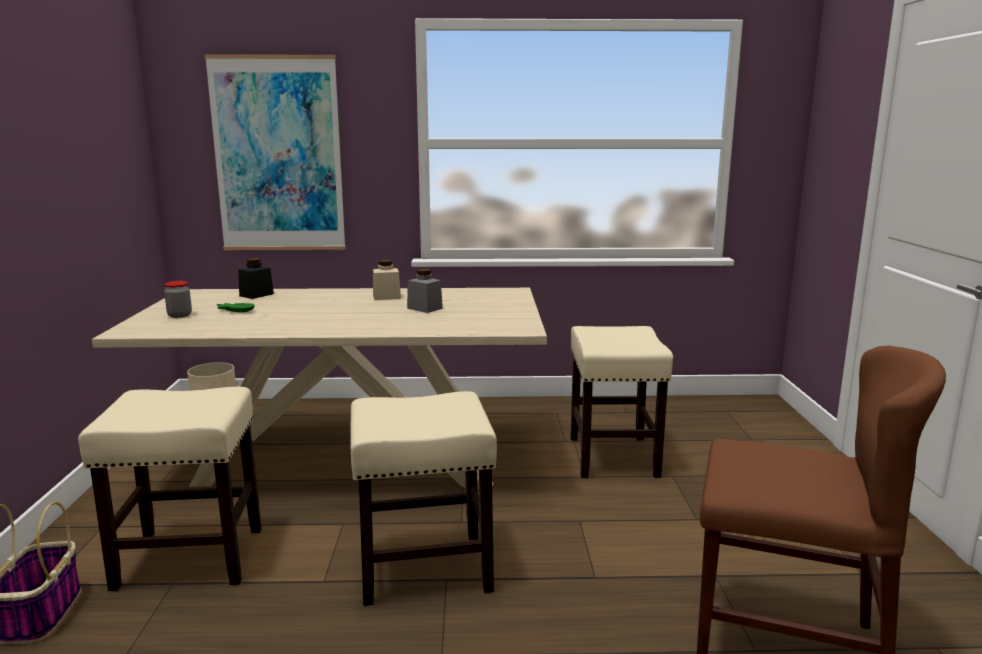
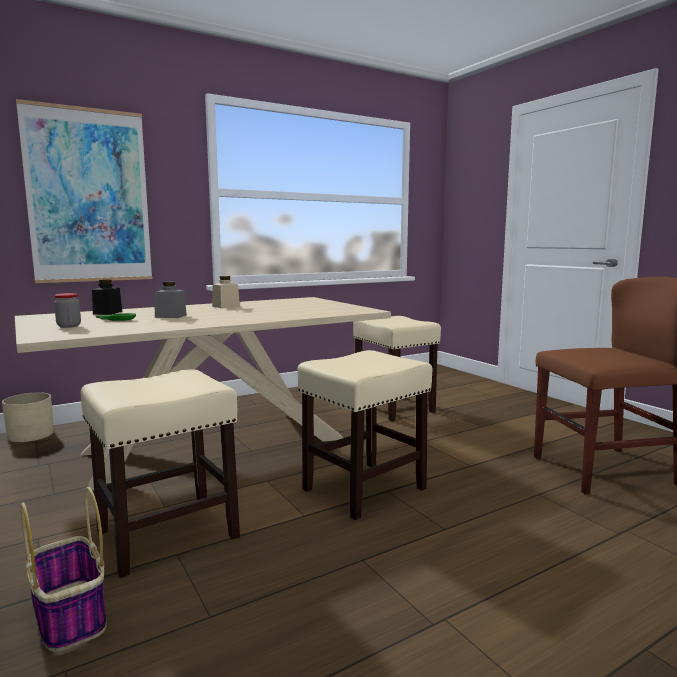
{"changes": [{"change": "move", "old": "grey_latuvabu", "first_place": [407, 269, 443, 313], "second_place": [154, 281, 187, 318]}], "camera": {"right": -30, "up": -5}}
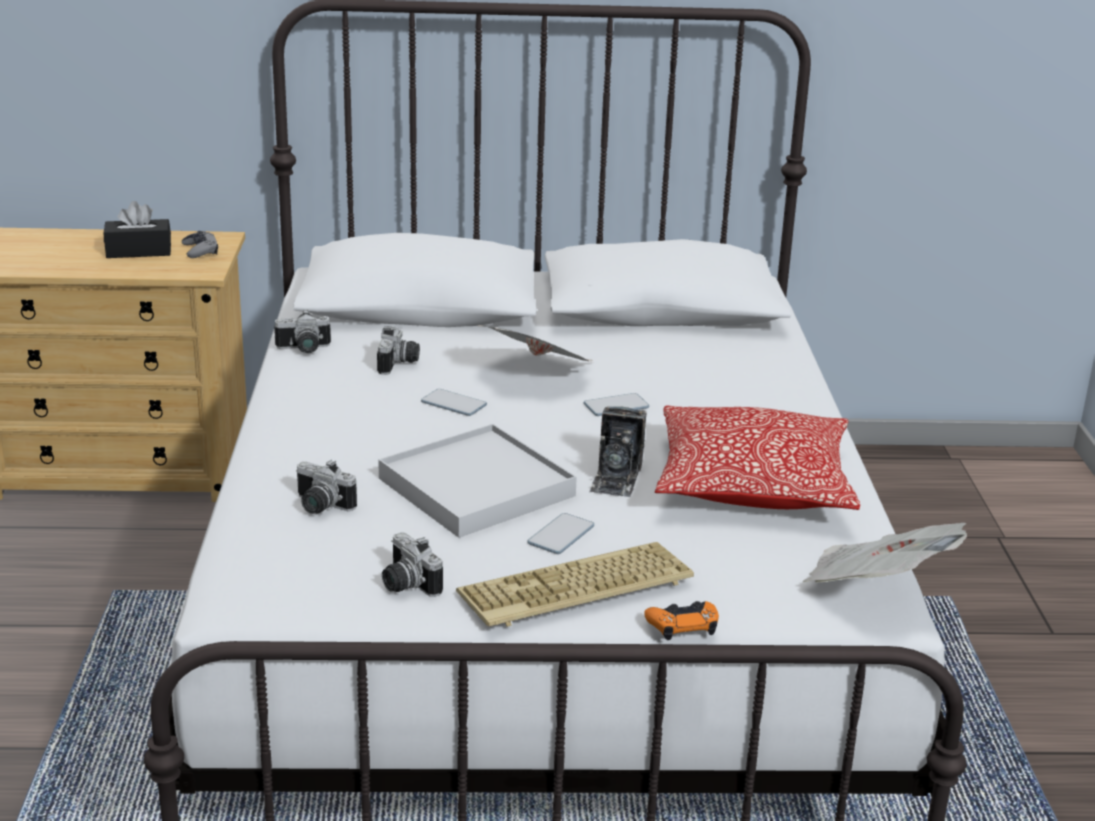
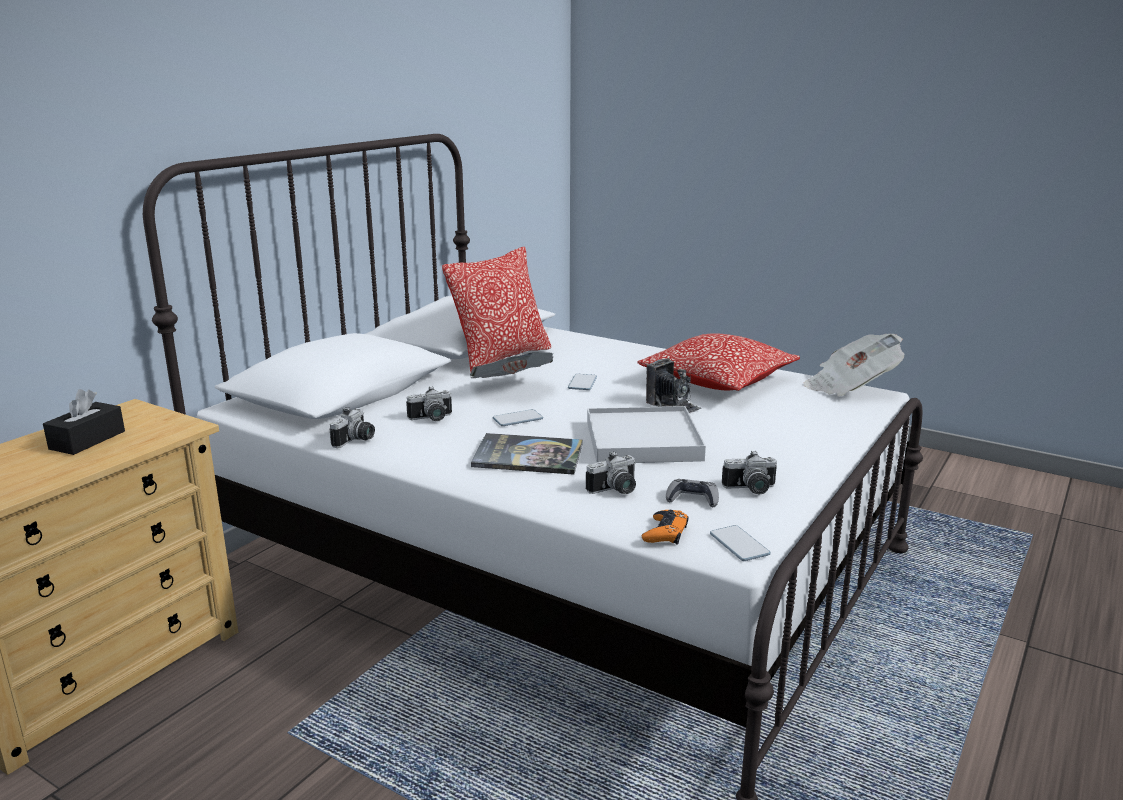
{"changes": [{"change": "move", "old": "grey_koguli", "first_place": [182, 231, 218, 258], "second_place": [666, 479, 719, 507]}, {"change": "rotate", "old": "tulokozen", "first_place": [377, 326, 420, 375], "second_place": [406, 386, 452, 421], "degrees": 120}, {"change": "delete", "old": "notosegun", "first_place": [456, 542, 694, 627]}, {"change": "move", "old": "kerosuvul", "first_place": [527, 513, 594, 554], "second_place": [710, 525, 771, 561]}, {"change": "move", "old": "orange_koguli", "first_place": [644, 601, 719, 640], "second_place": [642, 510, 689, 544]}, {"change": "insert", "new": "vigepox", "second_place": [442, 247, 551, 372]}, {"change": "insert", "new": "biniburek", "second_place": [471, 433, 583, 475]}], "camera": {"right": -55, "up": -5}}
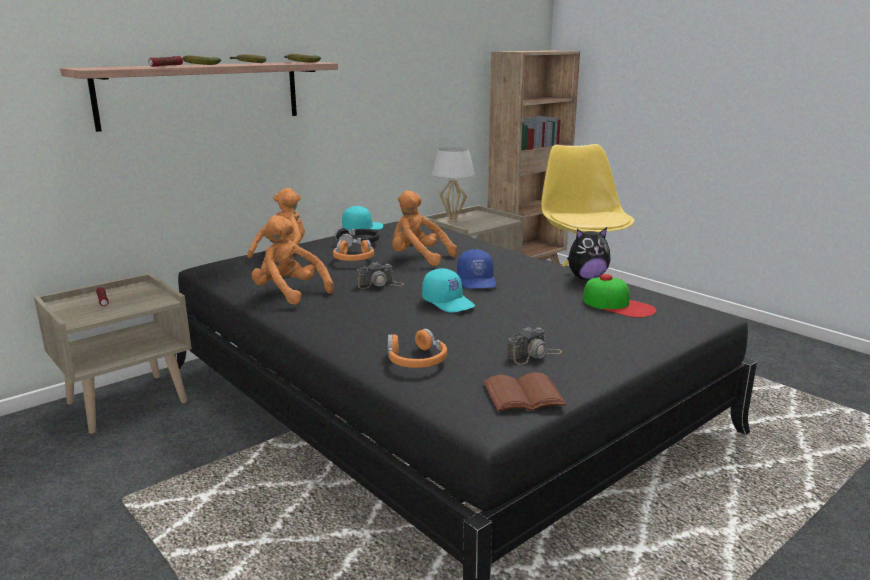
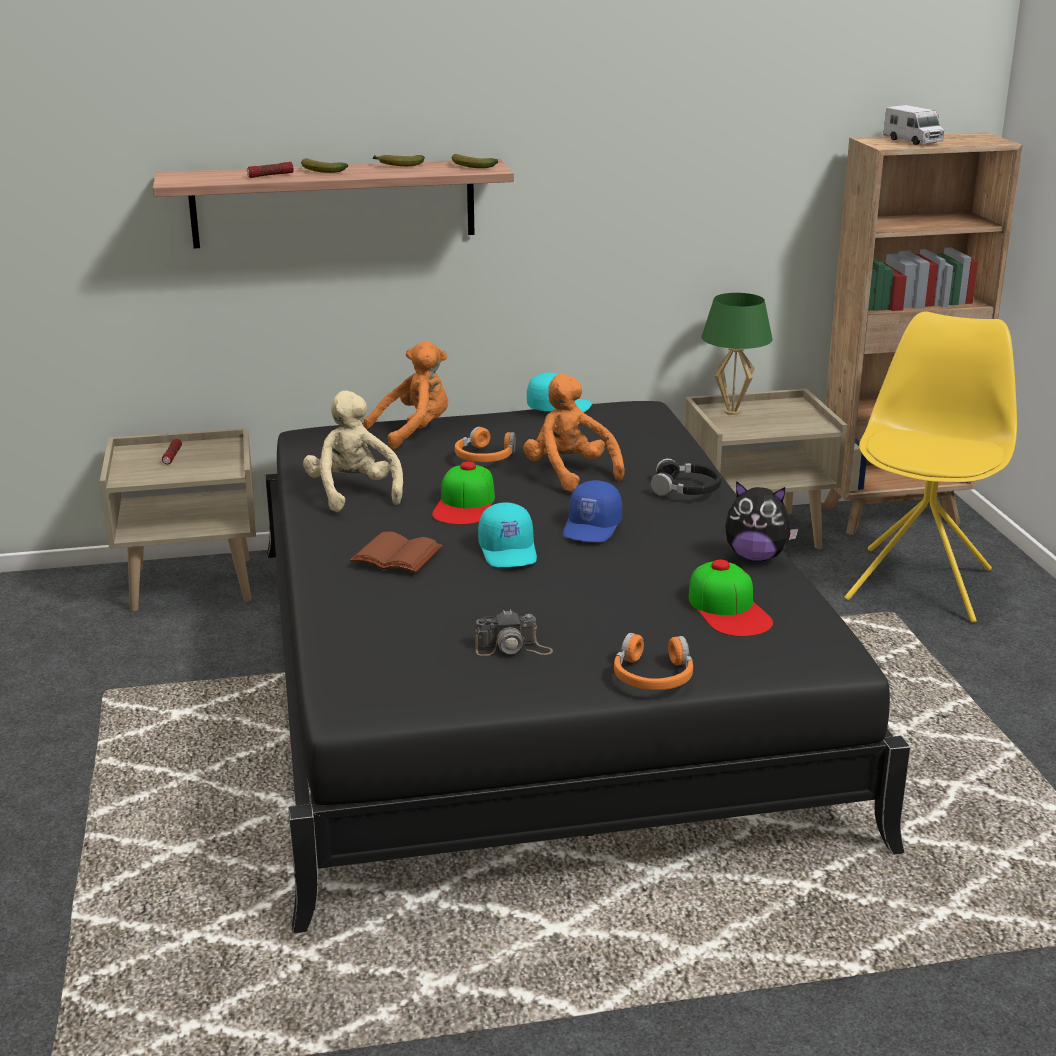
{"changes": [{"change": "recolor", "old": "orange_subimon", "new": "beige_subimon", "first_place": [251, 215, 334, 305], "second_place": [303, 391, 403, 512]}, {"change": "move", "old": "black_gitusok", "first_place": [335, 227, 379, 248], "second_place": [651, 458, 721, 496]}, {"change": "replace", "old": "tulokozen", "new": "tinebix", "first_place": [357, 262, 404, 289], "second_place": [432, 462, 495, 525]}, {"change": "move", "old": "orange_gitusok", "first_place": [388, 329, 447, 368], "second_place": [614, 633, 693, 690]}, {"change": "recolor", "old": "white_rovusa", "new": "green_rovusa", "first_place": [432, 147, 475, 222], "second_place": [701, 293, 773, 415]}, {"change": "move", "old": "brown_biniburek", "first_place": [483, 372, 567, 411], "second_place": [350, 531, 442, 573]}, {"change": "insert", "new": "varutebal", "second_place": [883, 105, 944, 145]}], "camera": {"right": 30, "up": 5}}
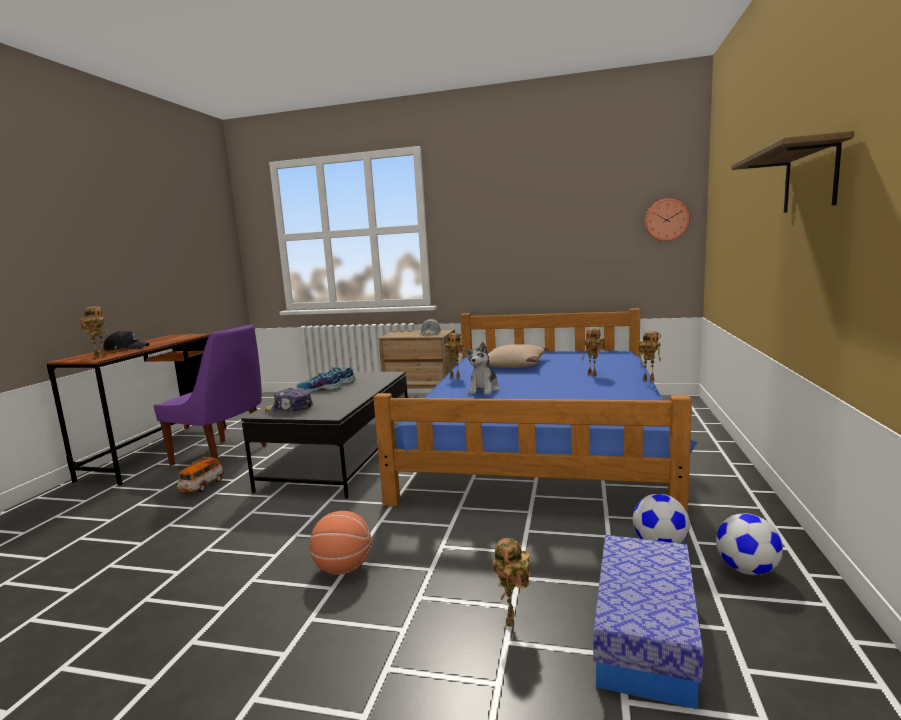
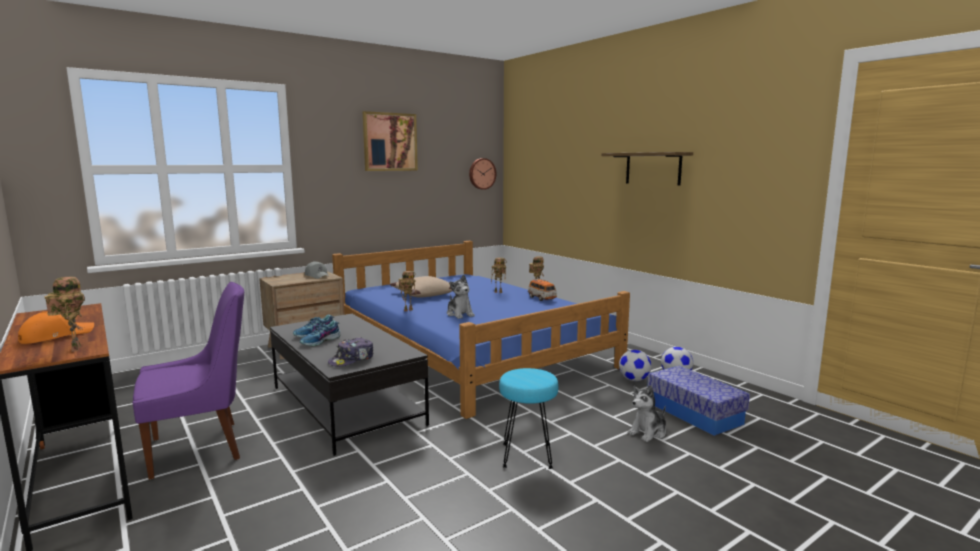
{"changes": [{"change": "recolor", "old": "black_tinebix", "new": "orange_tinebix", "first_place": [103, 331, 149, 351], "second_place": [18, 311, 94, 344]}, {"change": "move", "old": "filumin", "first_place": [177, 457, 224, 492], "second_place": [528, 279, 557, 301]}, {"change": "replace", "old": "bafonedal", "new": "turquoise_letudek", "first_place": [310, 511, 371, 575], "second_place": [499, 368, 559, 469]}, {"change": "replace", "old": "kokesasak", "new": "subimon", "first_place": [492, 538, 530, 627], "second_place": [628, 385, 666, 442]}, {"change": "insert", "new": "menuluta", "second_place": [363, 111, 418, 171]}], "camera": {"right": -50, "up": 0}}
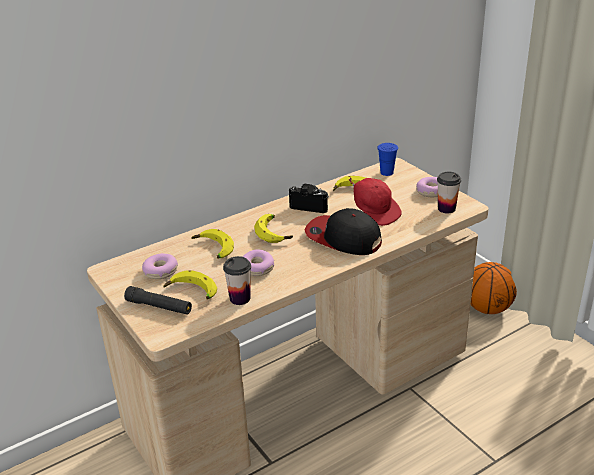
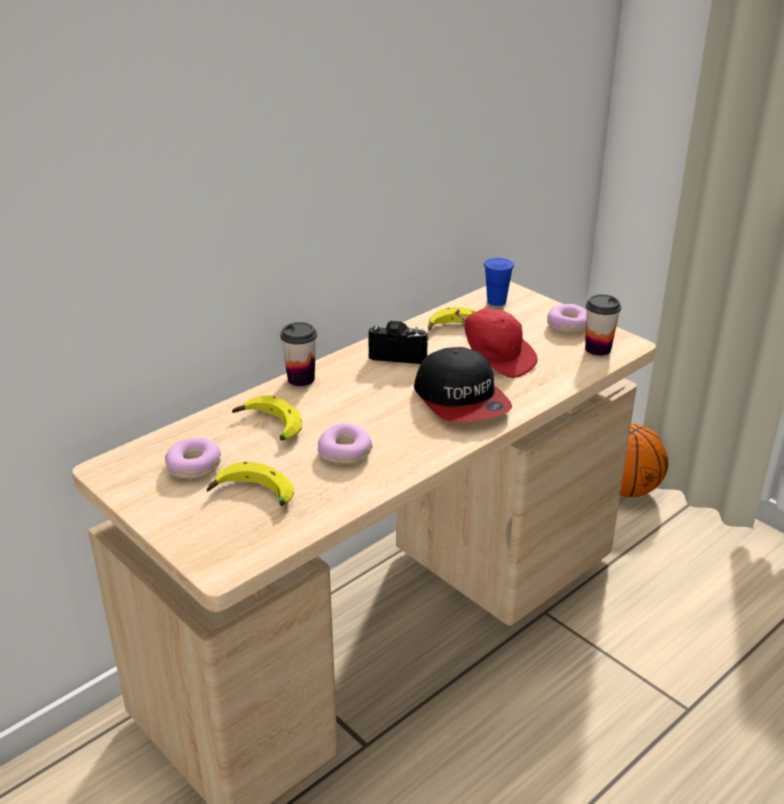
{"changes": [{"change": "delete", "old": "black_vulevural", "first_place": [124, 286, 192, 315]}, {"change": "move", "old": "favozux", "first_place": [223, 256, 251, 305], "second_place": [280, 322, 317, 386]}, {"change": "delete", "old": "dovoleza", "first_place": [254, 214, 293, 243]}, {"change": "rotate", "old": "tinebix", "first_place": [305, 208, 382, 255], "second_place": [414, 347, 512, 423], "degrees": -135}], "camera": {"right": -10, "up": 0}}
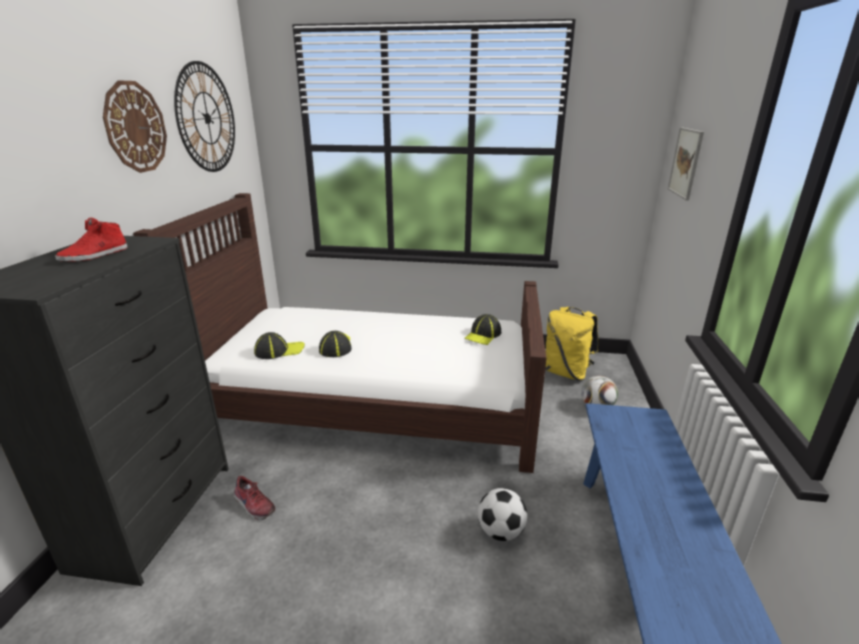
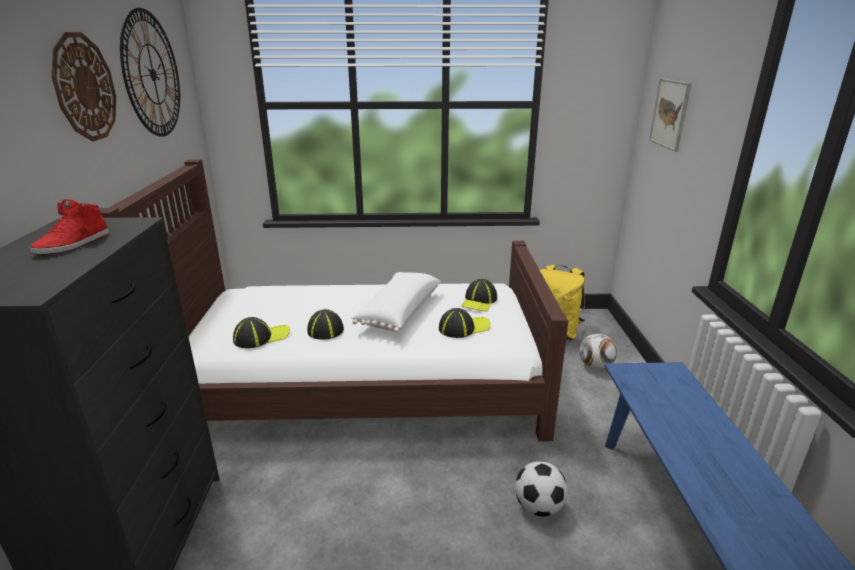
{"changes": [{"change": "delete", "old": "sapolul", "first_place": [233, 476, 275, 520]}, {"change": "insert", "new": "white_vigepox", "second_place": [351, 272, 441, 333]}, {"change": "insert", "new": "tinebix", "second_place": [439, 308, 490, 338]}], "camera": {"right": -10, "up": 0}}
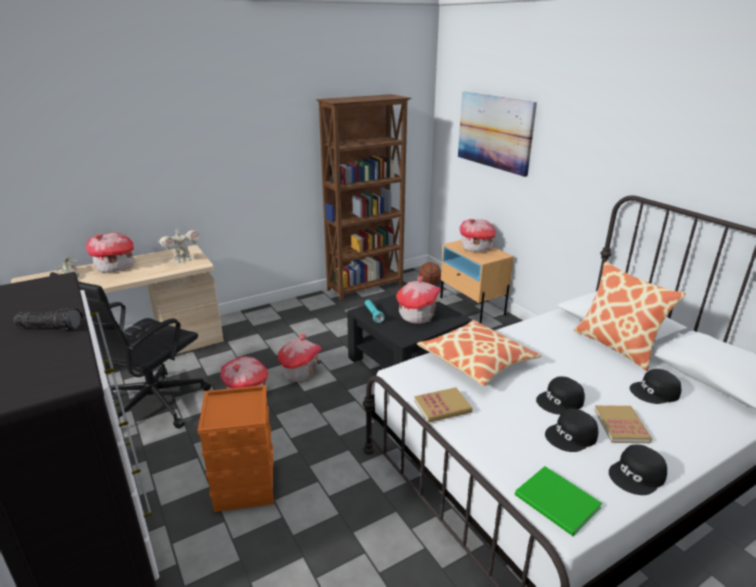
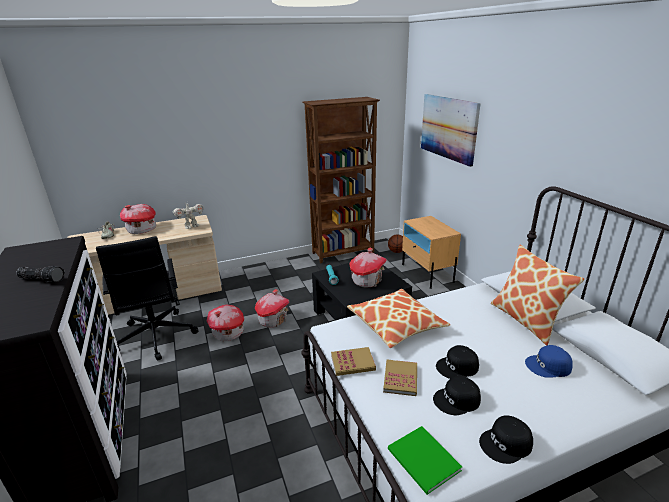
{"changes": [{"change": "rotate", "old": "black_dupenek", "first_place": [50, 272, 211, 429], "second_place": [96, 236, 198, 361], "degrees": -60}, {"change": "delete", "old": "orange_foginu", "first_place": [197, 385, 274, 512]}, {"change": "delete", "old": "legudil", "first_place": [460, 219, 496, 252]}, {"change": "move", "old": "biniburek", "first_place": [594, 405, 652, 443], "second_place": [383, 360, 417, 396]}, {"change": "recolor", "old": "black_tinebix", "new": "blue_tinebix", "first_place": [630, 369, 681, 404], "second_place": [525, 345, 573, 378]}], "camera": {"right": 10, "up": 0}}
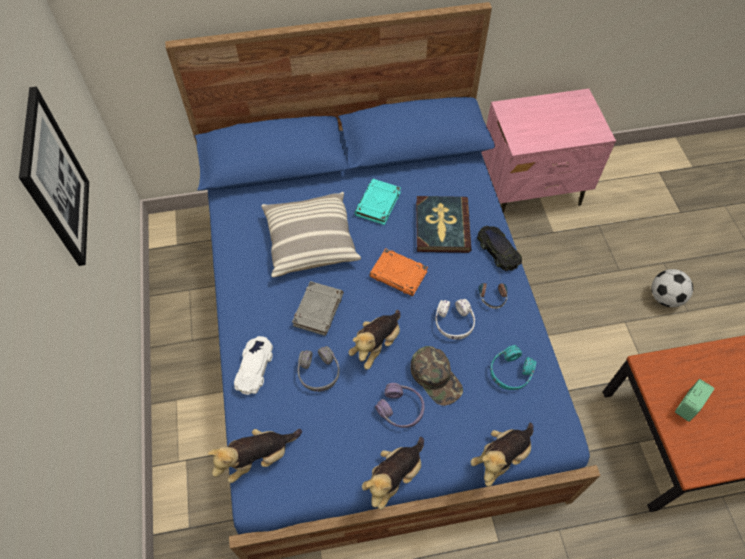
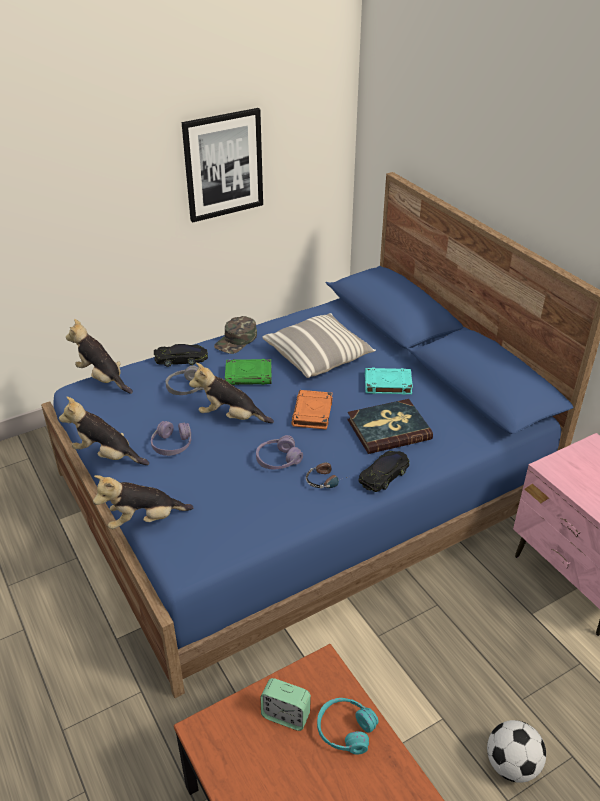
{"changes": [{"change": "recolor", "old": "white_filumin", "new": "black_filumin", "first_place": [234, 336, 273, 395], "second_place": [154, 344, 208, 367]}, {"change": "recolor", "old": "grey_biniburek", "new": "green_biniburek", "first_place": [292, 281, 344, 336], "second_place": [225, 359, 271, 385]}, {"change": "move", "old": "green_tinebix", "first_place": [410, 346, 463, 406], "second_place": [214, 316, 257, 354]}, {"change": "recolor", "old": "white_gitusok", "new": "purple_gitusok", "first_place": [436, 299, 475, 340], "second_place": [256, 435, 303, 470]}, {"change": "rotate", "old": "subimon", "first_place": [470, 423, 533, 487], "second_place": [93, 475, 193, 529], "degrees": -45}, {"change": "move", "old": "turquoise_gitusok", "first_place": [490, 345, 536, 390], "second_place": [317, 698, 379, 754]}], "camera": {"right": 70, "up": -20}}
